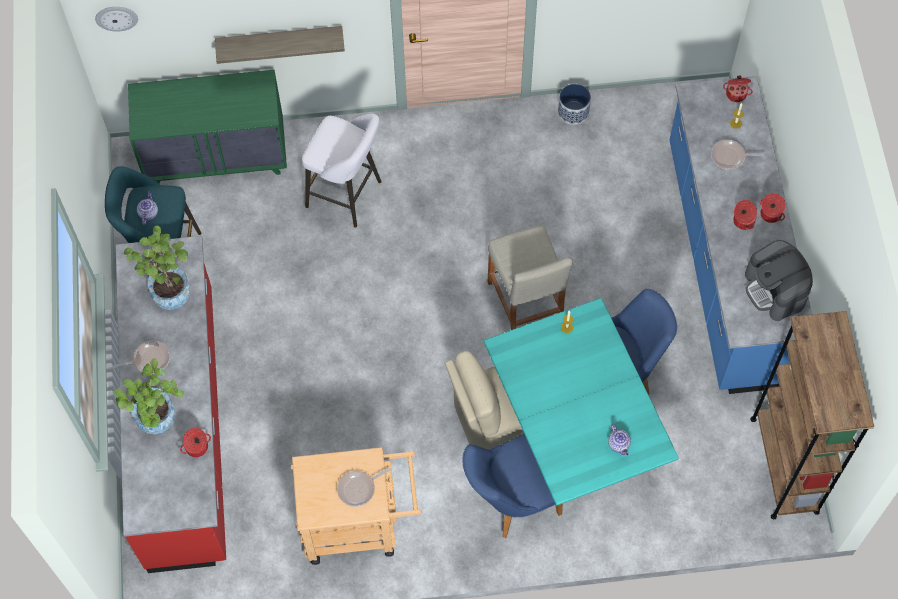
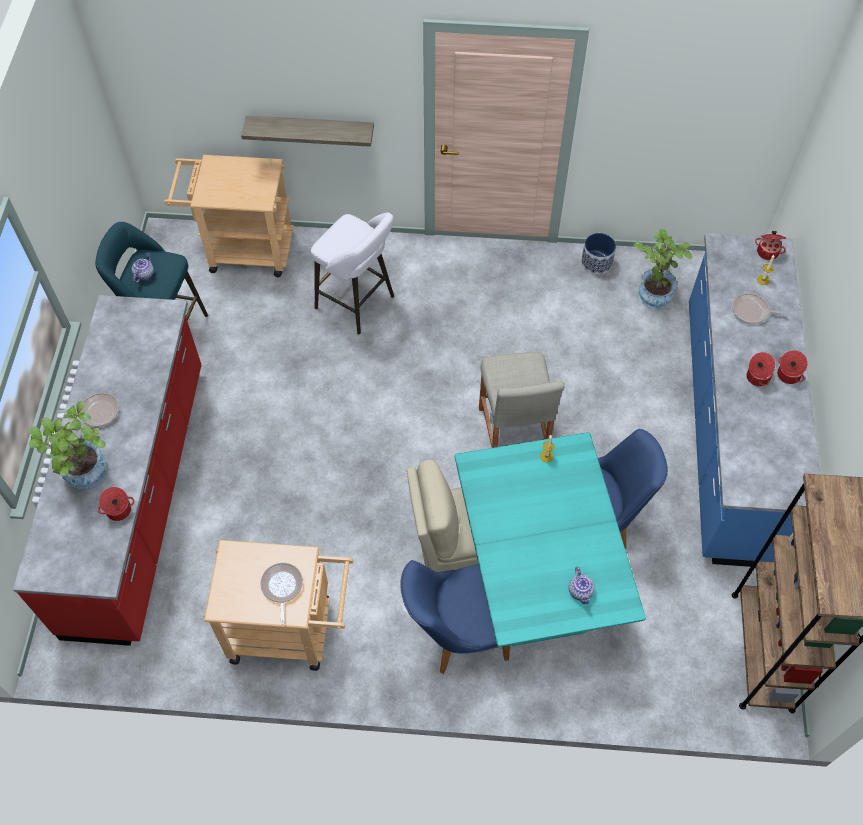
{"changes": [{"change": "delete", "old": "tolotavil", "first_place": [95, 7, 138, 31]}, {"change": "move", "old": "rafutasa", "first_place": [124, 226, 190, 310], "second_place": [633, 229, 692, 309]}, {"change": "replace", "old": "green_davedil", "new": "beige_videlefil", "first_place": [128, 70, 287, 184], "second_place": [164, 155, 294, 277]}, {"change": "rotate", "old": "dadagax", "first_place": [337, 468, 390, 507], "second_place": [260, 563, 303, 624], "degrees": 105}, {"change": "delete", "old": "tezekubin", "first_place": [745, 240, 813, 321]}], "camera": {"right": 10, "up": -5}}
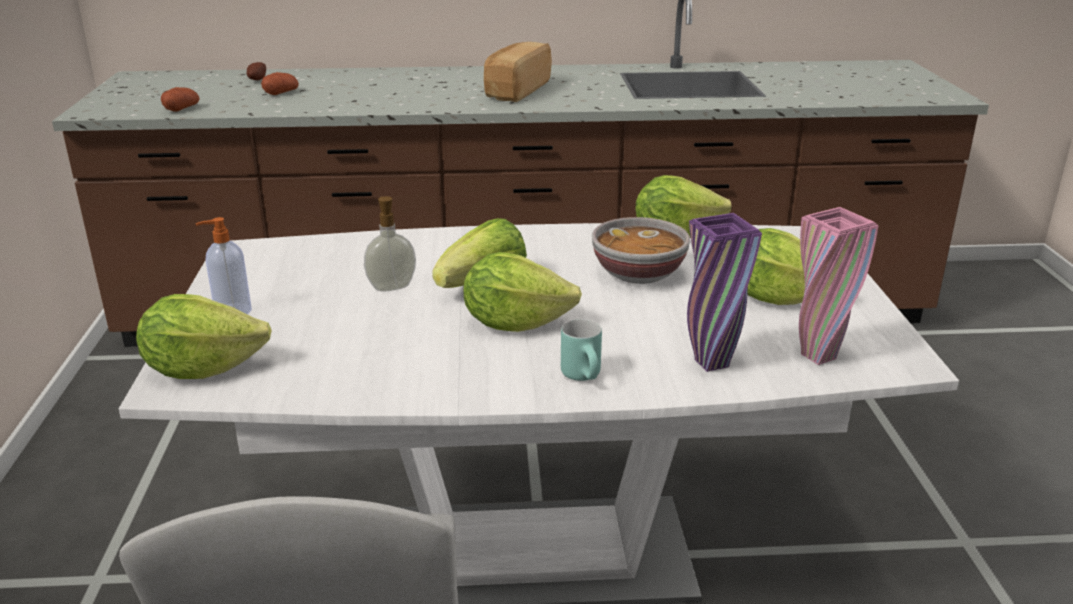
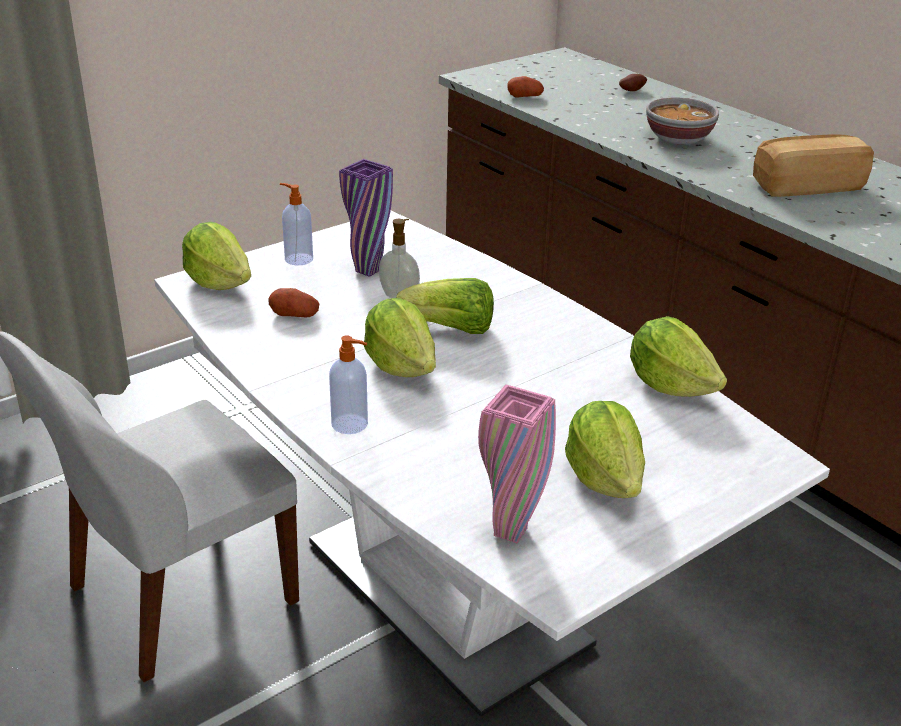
{"changes": [{"change": "move", "old": "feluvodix", "first_place": [261, 72, 299, 95], "second_place": [268, 288, 319, 317]}, {"change": "replace", "old": "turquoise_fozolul", "new": "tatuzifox", "first_place": [561, 319, 602, 381], "second_place": [329, 335, 368, 434]}, {"change": "move", "old": "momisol", "first_place": [592, 217, 690, 284], "second_place": [646, 97, 719, 145]}, {"change": "move", "old": "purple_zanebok", "first_place": [687, 213, 762, 372], "second_place": [339, 159, 393, 277]}], "camera": {"right": 55, "up": 5}}
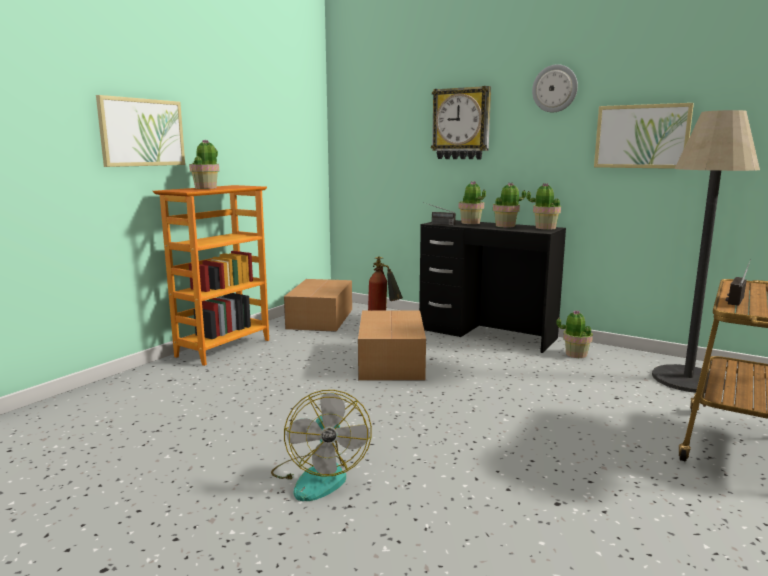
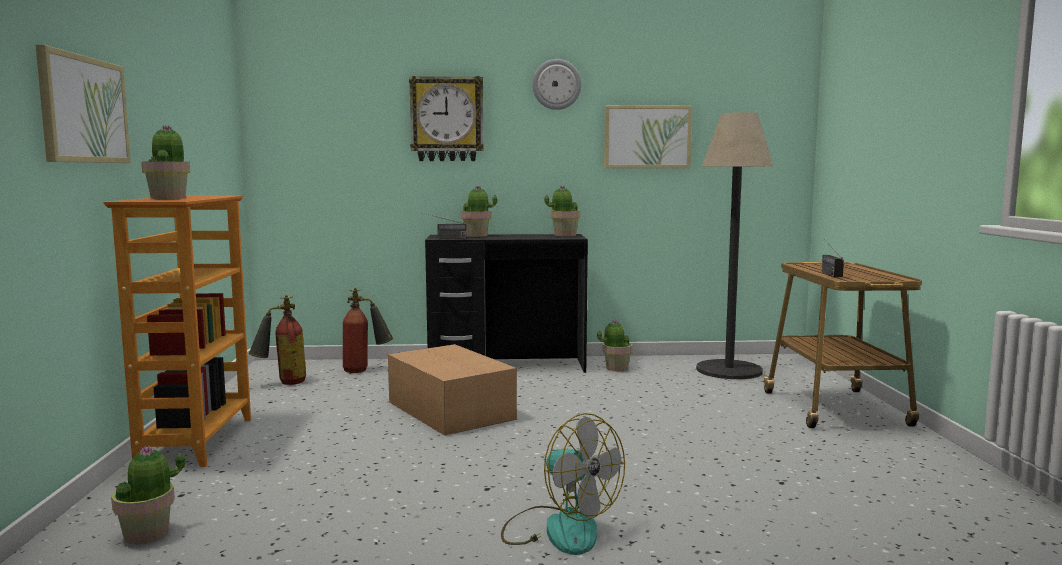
{"changes": [{"change": "replace", "old": "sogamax", "new": "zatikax", "first_place": [284, 279, 352, 332], "second_place": [248, 295, 306, 385]}, {"change": "move", "old": "rafutasa", "first_place": [493, 182, 526, 227], "second_place": [111, 446, 185, 544]}], "camera": {"right": -35, "up": -5}}
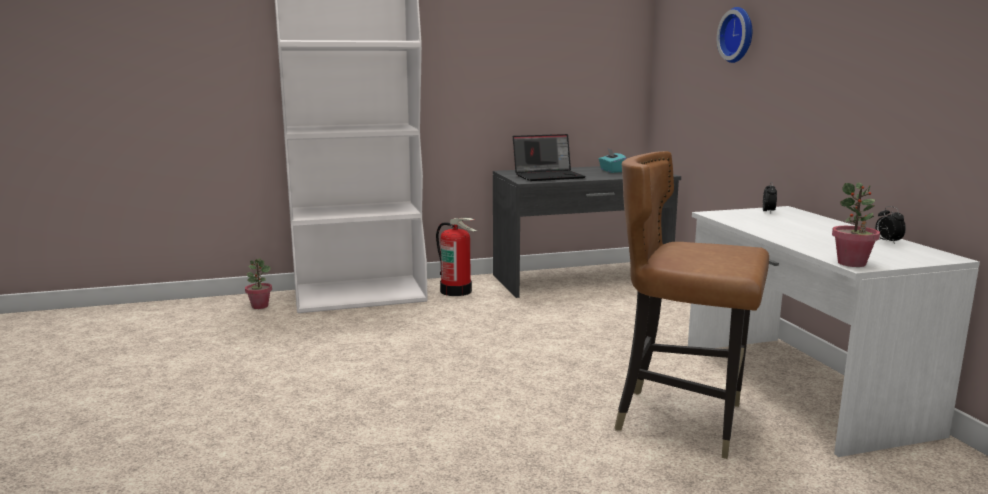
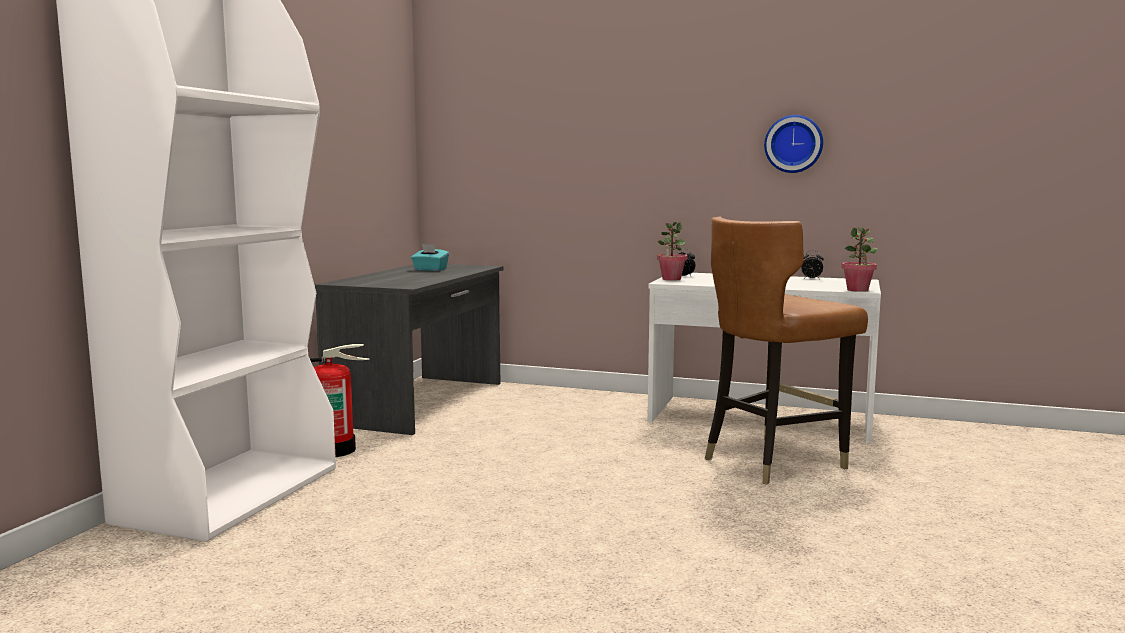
{"changes": [{"change": "move", "old": "rafutasa", "first_place": [245, 258, 272, 309], "second_place": [657, 222, 687, 281]}, {"change": "delete", "old": "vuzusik", "first_place": [513, 134, 586, 181]}, {"change": "move", "old": "tolotavil", "first_place": [717, 7, 752, 63], "second_place": [764, 115, 823, 173]}], "camera": {"right": -55, "up": -5}}
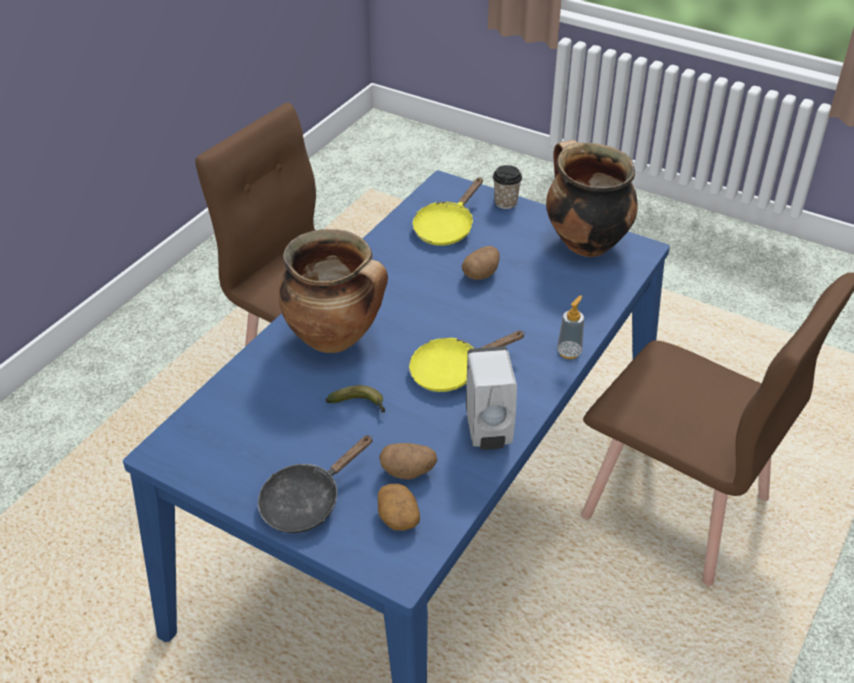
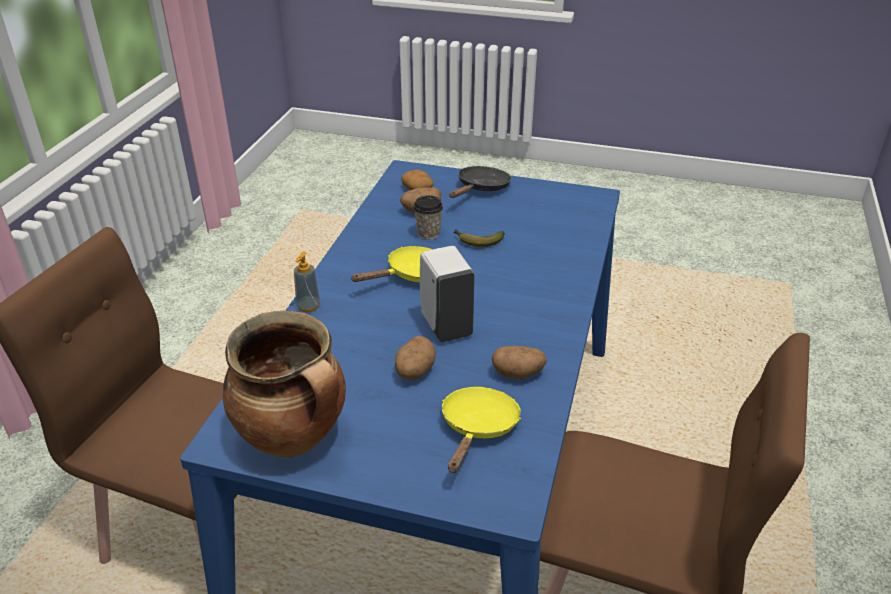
{"changes": [{"change": "delete", "old": "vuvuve", "first_place": [279, 229, 388, 353]}, {"change": "move", "old": "white_tatuzifox", "first_place": [466, 346, 517, 450], "second_place": [420, 246, 475, 342]}, {"change": "move", "old": "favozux", "first_place": [493, 165, 522, 209], "second_place": [413, 195, 443, 240]}, {"change": "insert", "new": "feluvodix", "second_place": [492, 346, 547, 379]}], "camera": {"right": 165, "up": -5}}
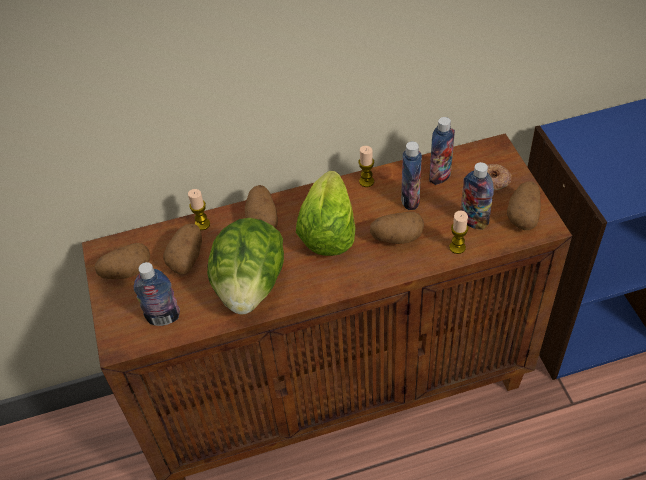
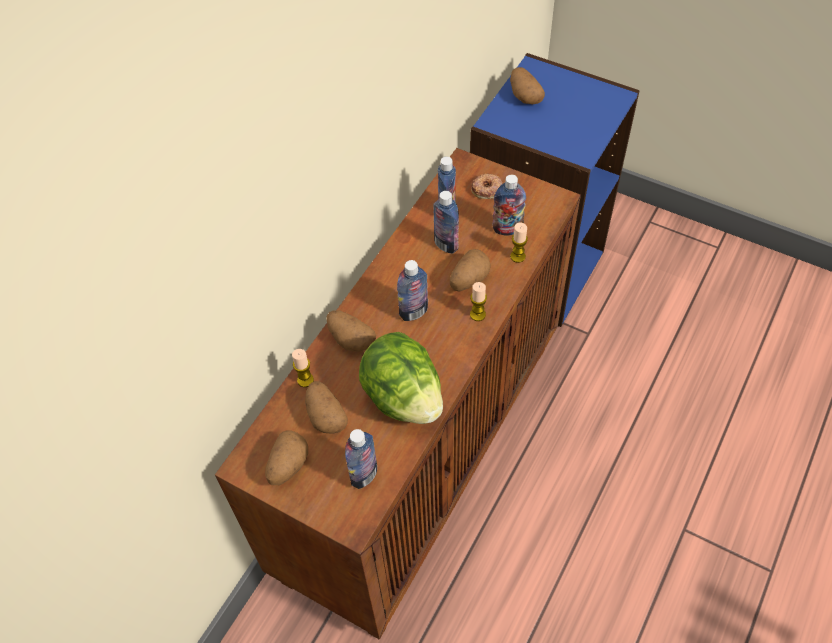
{"changes": [{"change": "replace", "old": "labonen", "new": "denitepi", "first_place": [296, 171, 356, 256], "second_place": [397, 260, 428, 321]}, {"change": "move", "old": "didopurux", "first_place": [358, 146, 374, 187], "second_place": [470, 282, 487, 321]}, {"change": "move", "old": "feluvodix", "first_place": [507, 181, 541, 230], "second_place": [510, 67, 545, 104]}], "camera": {"right": -45, "up": 5}}
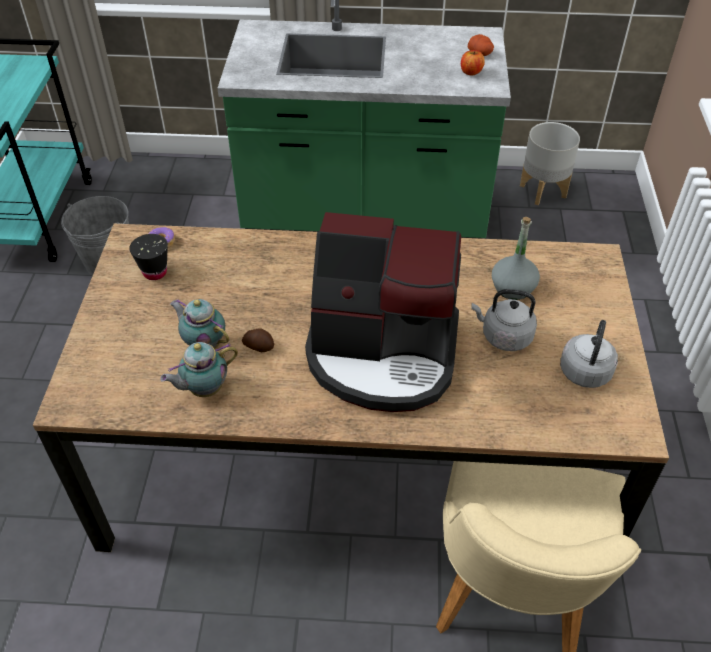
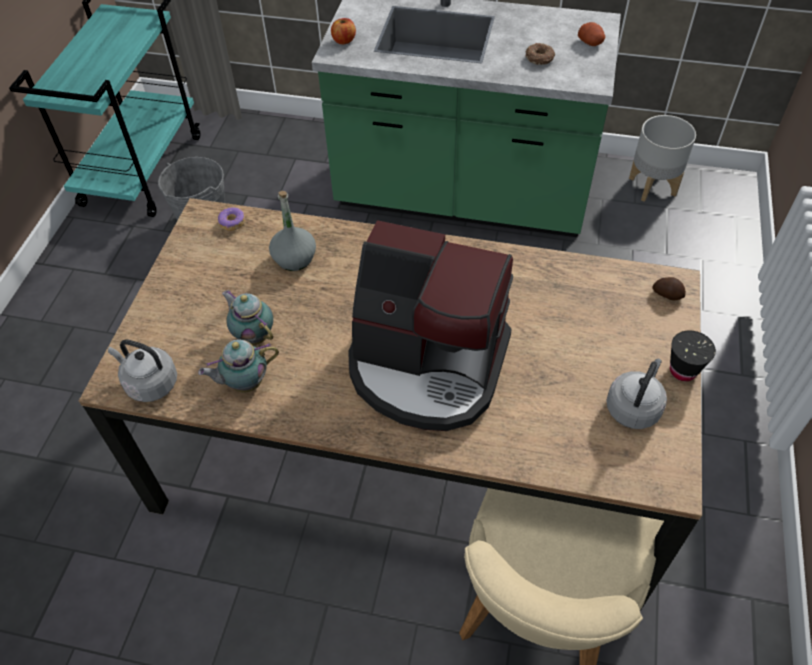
{"changes": [{"change": "move", "old": "black_favozux", "first_place": [129, 234, 168, 280], "second_place": [670, 330, 716, 381]}, {"change": "move", "old": "feluvodix", "first_place": [242, 328, 274, 352], "second_place": [652, 277, 686, 300]}, {"change": "move", "old": "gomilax", "first_place": [461, 50, 485, 75], "second_place": [331, 18, 356, 44]}, {"change": "move", "old": "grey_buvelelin", "first_place": [472, 289, 537, 351], "second_place": [108, 339, 177, 402]}, {"change": "move", "old": "grey_denitepi", "first_place": [492, 217, 540, 300], "second_place": [269, 191, 316, 271]}, {"change": "insert", "new": "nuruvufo", "second_place": [526, 43, 555, 65]}], "camera": {"right": 10, "up": 5}}
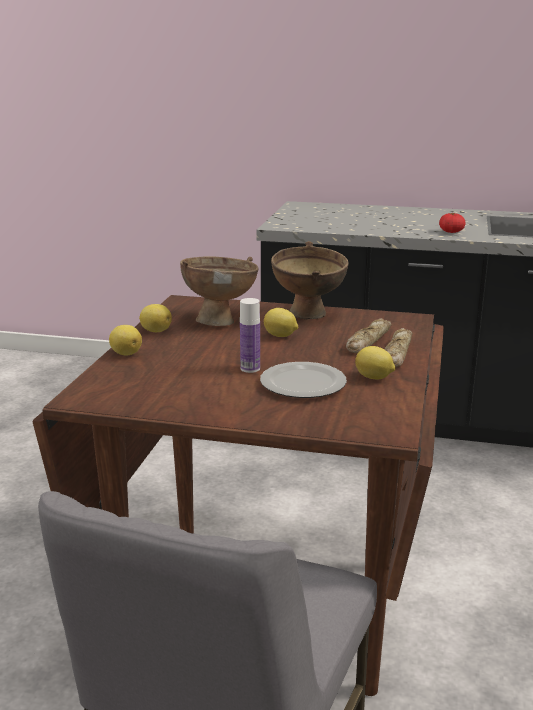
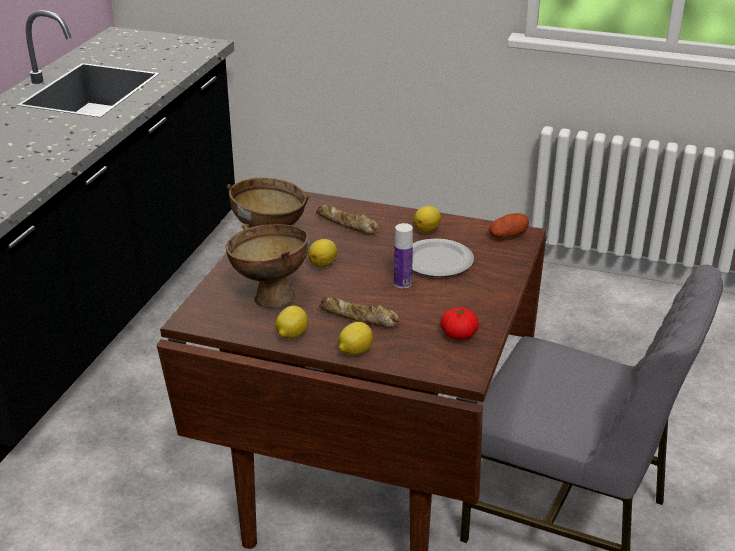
{"changes": [{"change": "move", "old": "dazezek", "first_place": [385, 328, 413, 367], "second_place": [319, 297, 400, 328]}, {"change": "move", "old": "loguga", "first_place": [439, 213, 465, 233], "second_place": [440, 307, 479, 340]}, {"change": "insert", "new": "feluvodix", "second_place": [488, 213, 529, 238]}], "camera": {"right": -85, "up": 10}}
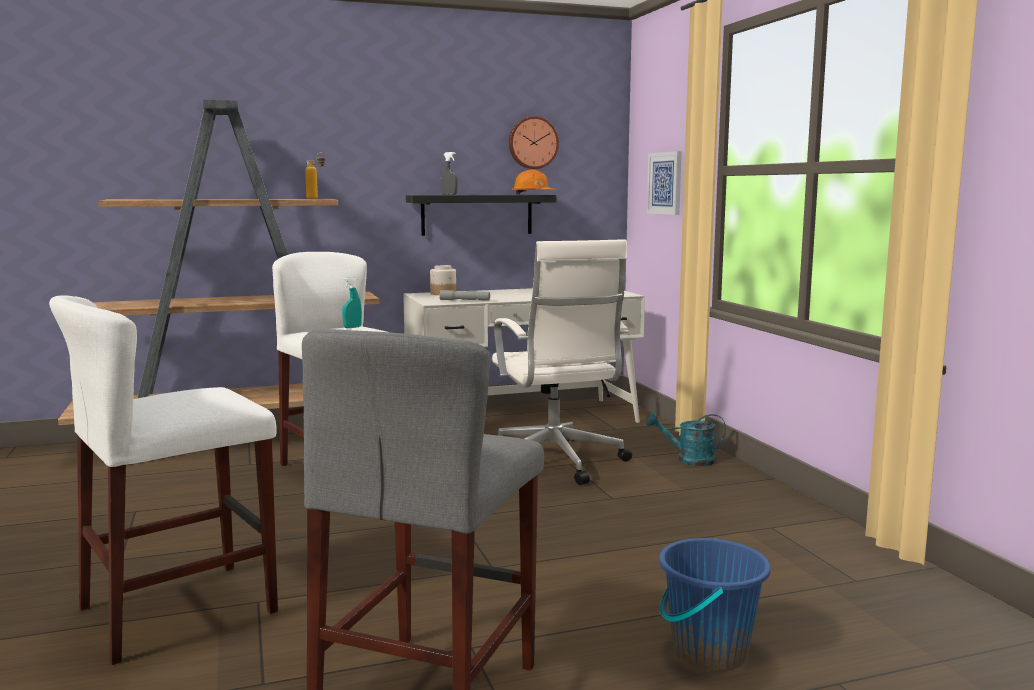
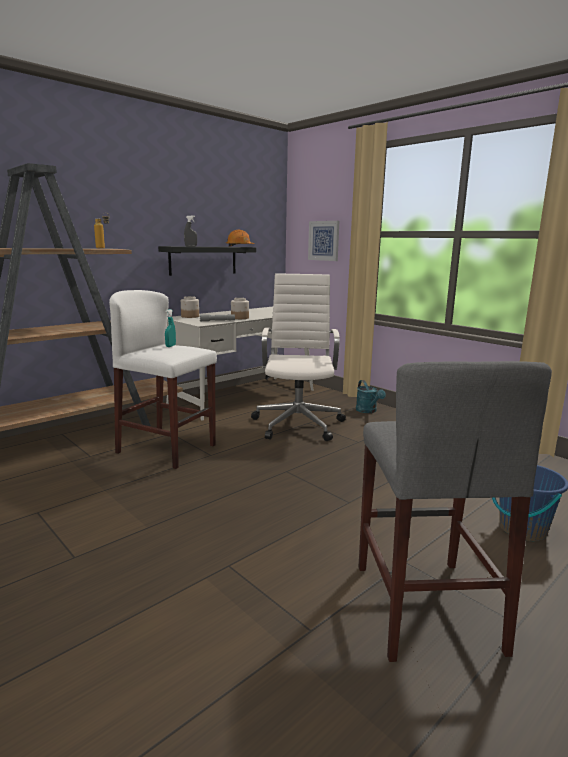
{"changes": [{"change": "delete", "old": "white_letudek", "first_place": [49, 295, 278, 665]}, {"change": "rotate", "old": "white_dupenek", "first_place": [492, 239, 632, 485], "second_place": [251, 273, 346, 441], "degrees": -135}, {"change": "delete", "old": "tolotavil", "first_place": [509, 116, 559, 169]}, {"change": "rotate", "old": "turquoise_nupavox", "first_place": [646, 412, 726, 466], "second_place": [356, 380, 386, 413], "degrees": -90}, {"change": "insert", "new": "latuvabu", "second_place": [231, 298, 249, 319]}], "camera": {"right": -25, "up": 5}}
